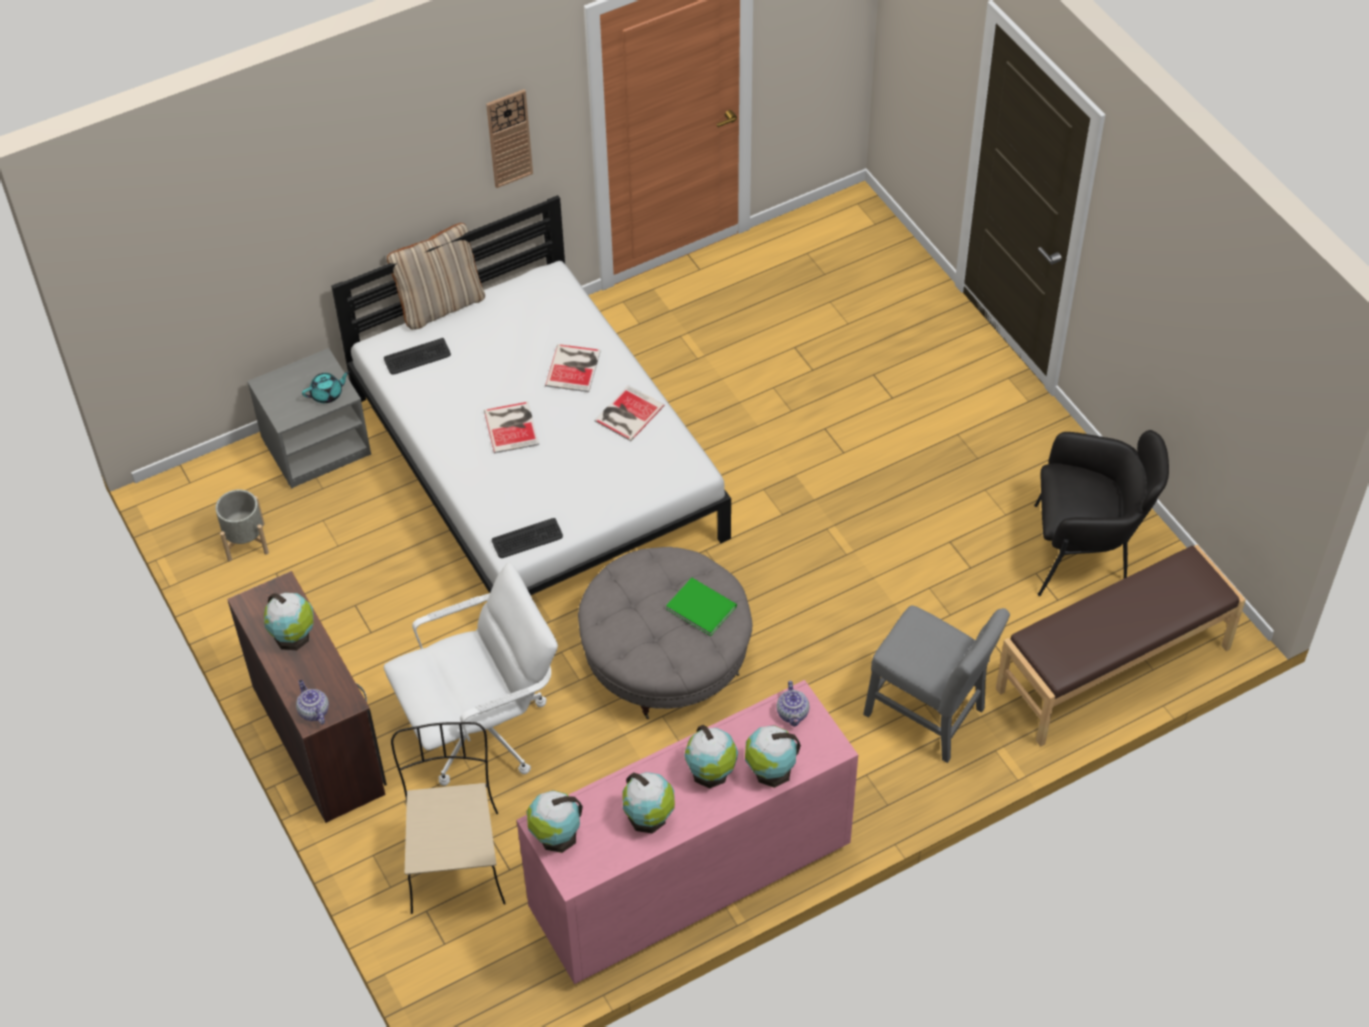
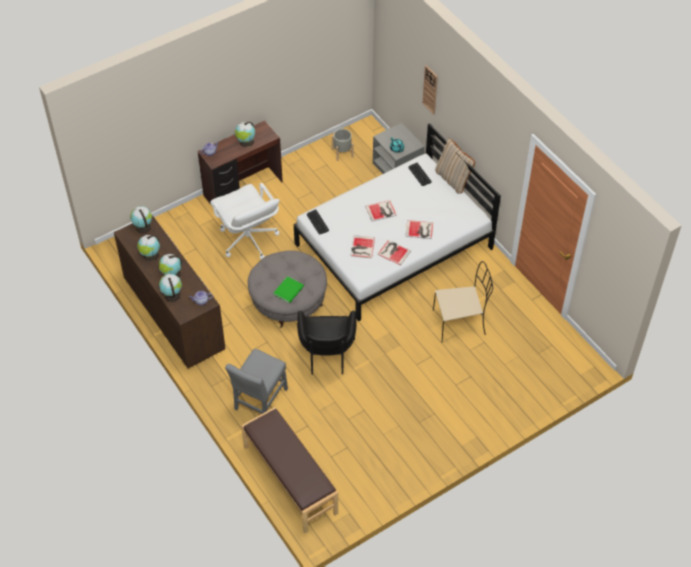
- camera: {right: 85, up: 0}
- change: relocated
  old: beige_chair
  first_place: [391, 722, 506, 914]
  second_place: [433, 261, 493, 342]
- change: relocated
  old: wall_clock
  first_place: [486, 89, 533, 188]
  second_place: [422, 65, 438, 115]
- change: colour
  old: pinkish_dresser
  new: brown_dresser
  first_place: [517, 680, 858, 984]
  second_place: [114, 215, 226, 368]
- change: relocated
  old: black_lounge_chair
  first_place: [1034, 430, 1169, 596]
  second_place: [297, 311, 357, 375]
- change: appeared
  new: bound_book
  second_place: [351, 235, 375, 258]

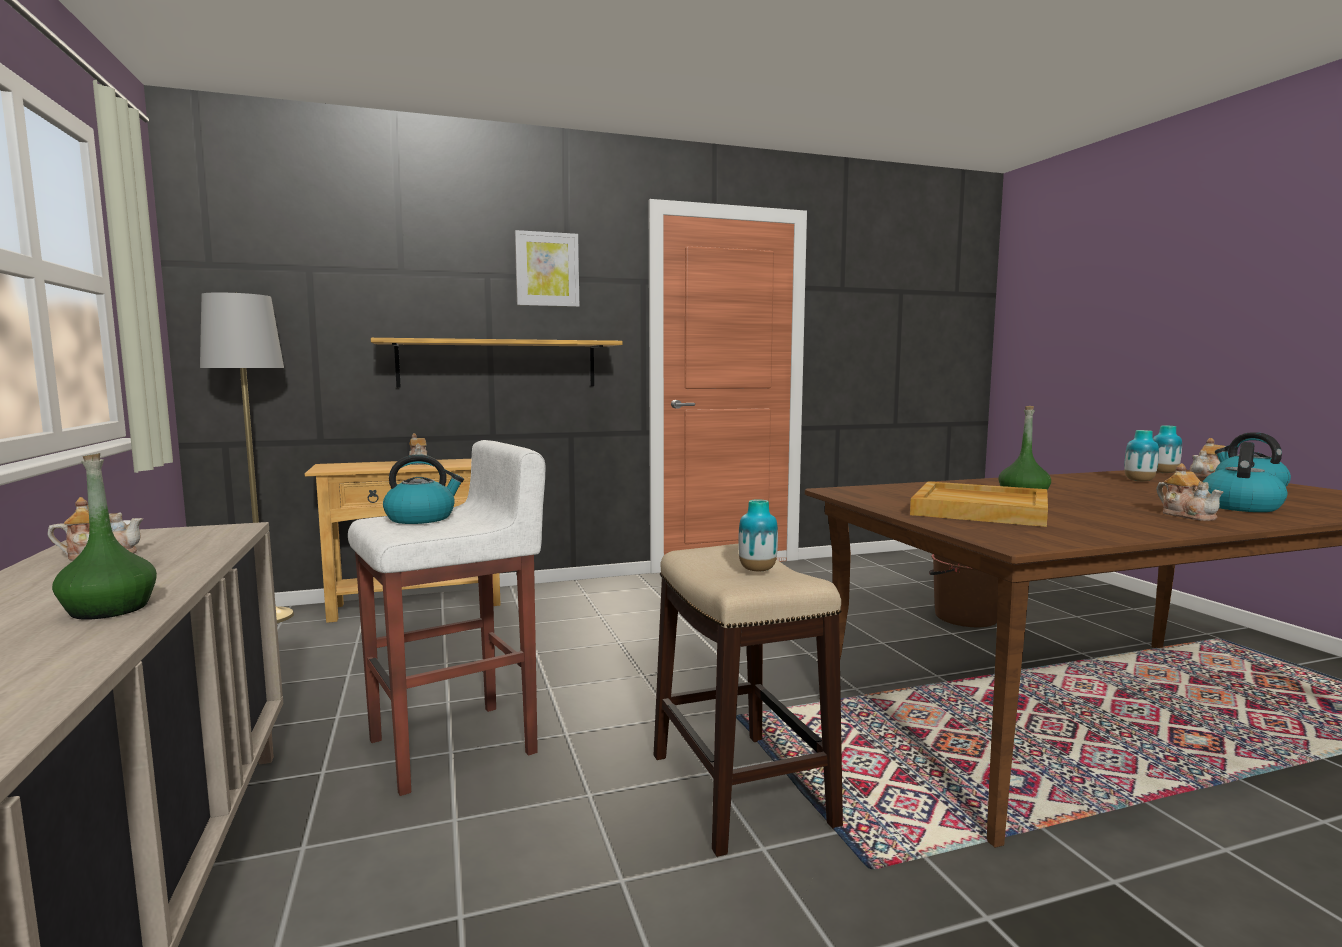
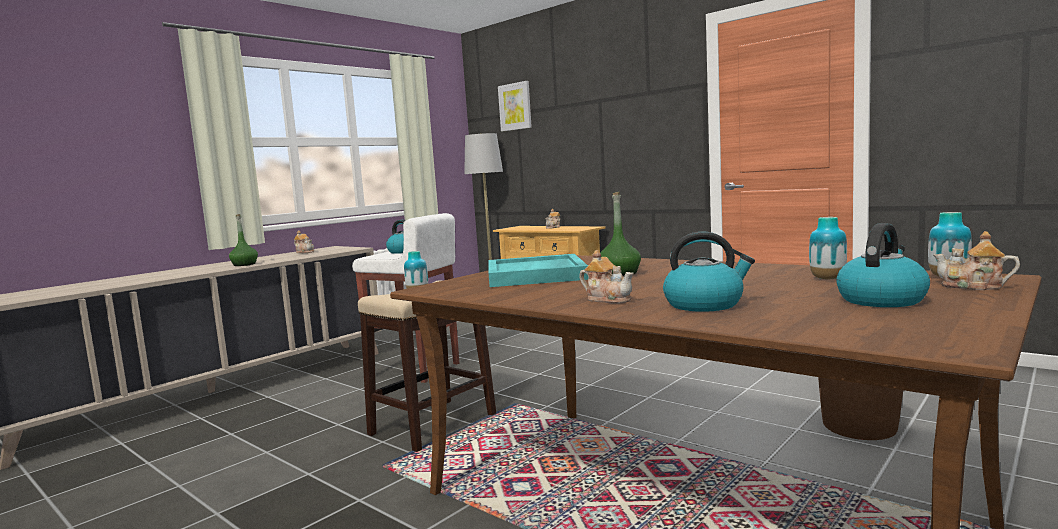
- camera: {right: 60, up: 0}
- change: missing
  old: bracket_shelf
  first_place: [371, 338, 622, 388]
- change: relocated
  old: wall_picture
  first_place: [515, 230, 579, 307]
  second_place: [498, 81, 532, 131]
- change: colour
  old: beige_serving_tray
  new: turquoise-coloured_serving_tray
  first_place: [910, 481, 1048, 527]
  second_place: [488, 254, 589, 287]
- change: spun
  old: tea_pot
  first_place: [1156, 463, 1224, 521]
  second_place: [579, 250, 634, 304]
  degrees: -90

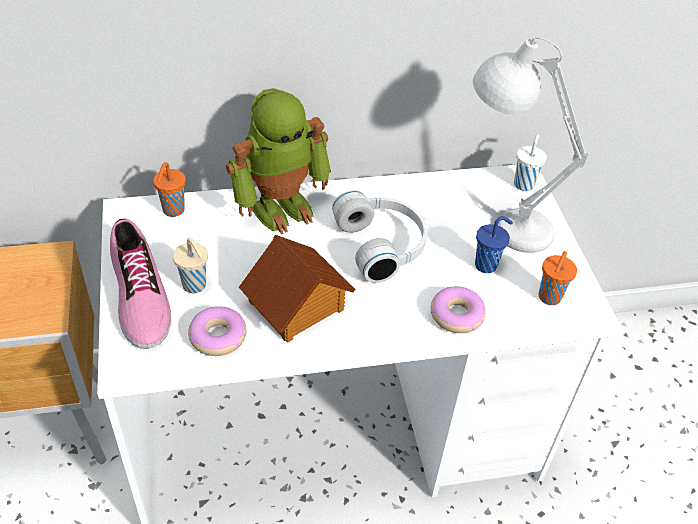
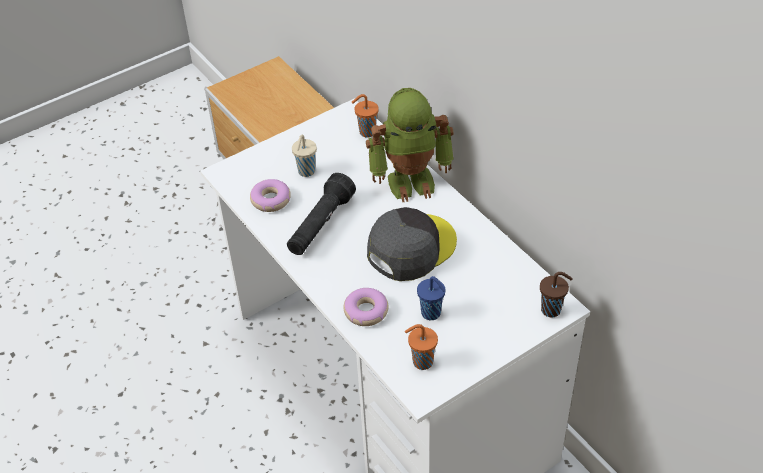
- camera: {right: 70, up: 0}
- change: missing
  old: low_shoe
  first_place: [110, 219, 171, 349]
- change: spun
  old: model_robot
  first_place: [226, 88, 331, 234]
  second_place: [366, 88, 454, 202]
  degrees: -45
- change: exchanged
  old: miniature_house
  new: black_torch
  first_place: [239, 234, 356, 343]
  second_place: [287, 173, 356, 255]
- change: exchanged
  old: white_pair_of_headphones
  new: greyish_cap
  first_place: [332, 190, 427, 283]
  second_place: [367, 207, 457, 281]
- change: missing
  old: white_lamp_for_a_table
  first_place: [473, 37, 588, 253]
- change: colour
  old: white_small_cup
  new: brown_small_cup
  first_place: [514, 134, 547, 191]
  second_place: [540, 272, 573, 317]

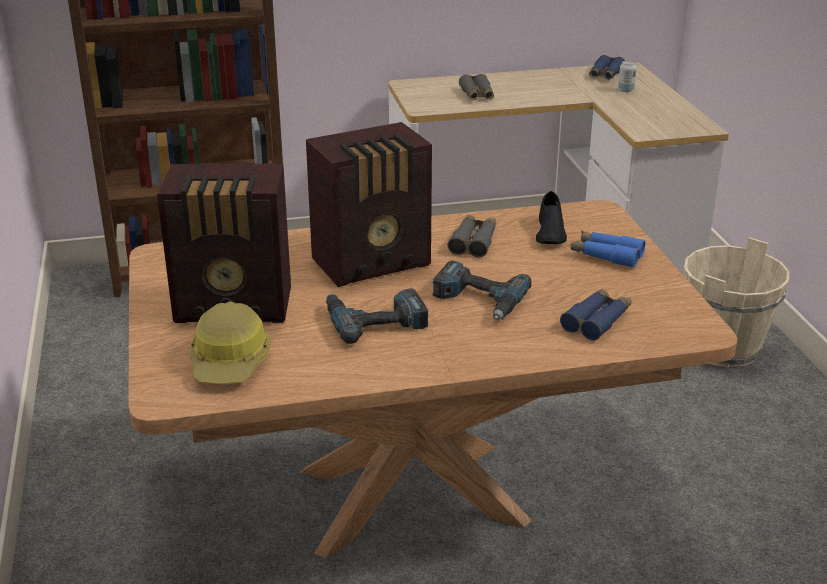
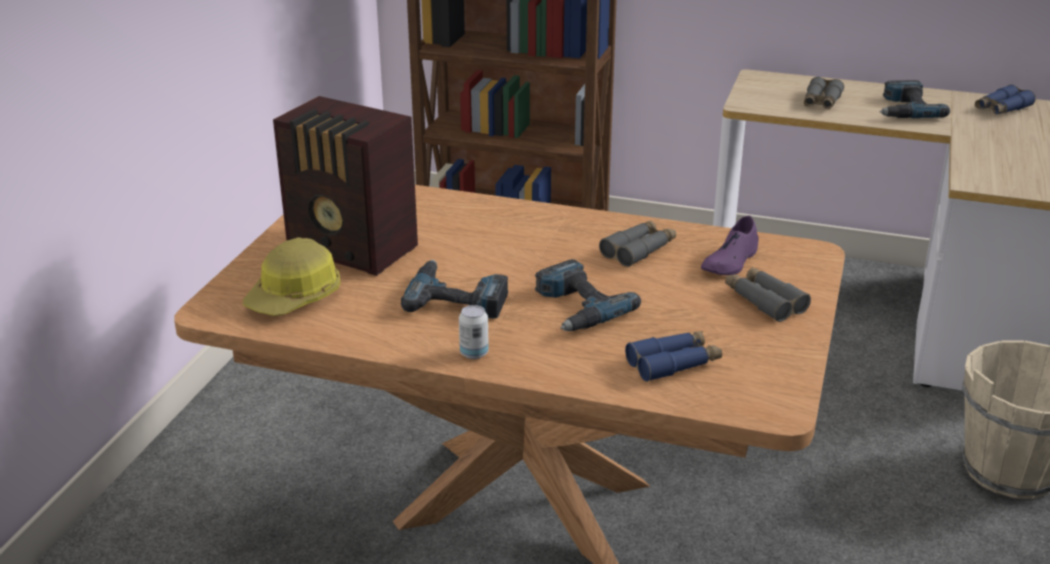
- camera: {right: 30, up: 0}
- change: missing
  old: radio_set
  first_place: [306, 122, 432, 287]
- change: colour
  old: black_low_shoe
  new: purplish_low_shoe
  first_place: [536, 191, 567, 244]
  second_place: [701, 215, 759, 275]
- change: colour
  old: bluish_binoculars
  new: greyish_binoculars
  first_place: [571, 231, 645, 268]
  second_place: [725, 267, 811, 322]
- change: relocated
  old: can
  first_place: [618, 61, 637, 92]
  second_place: [459, 305, 489, 359]
- change: appeared
  new: electric_drill
  second_place: [879, 80, 950, 118]

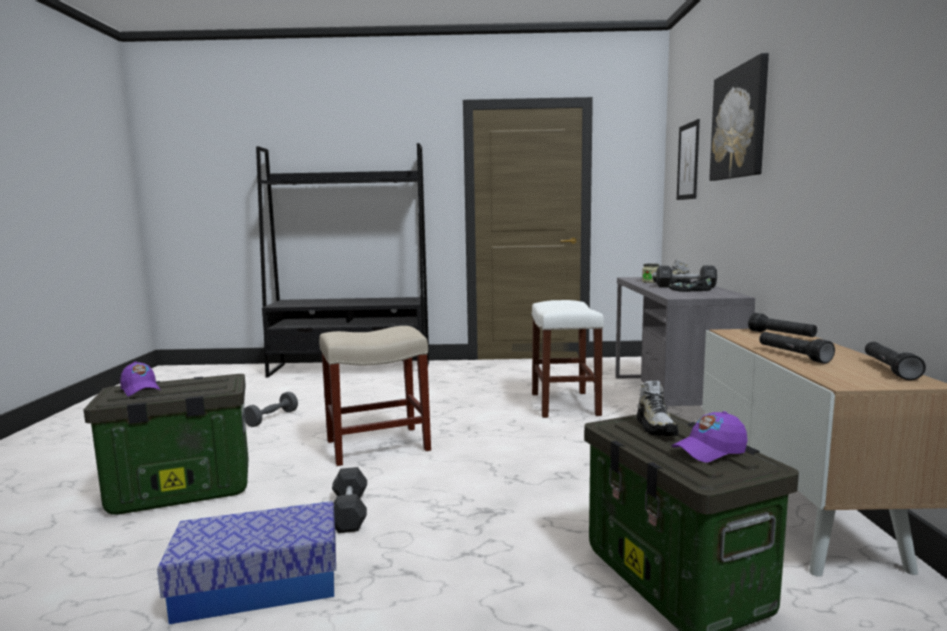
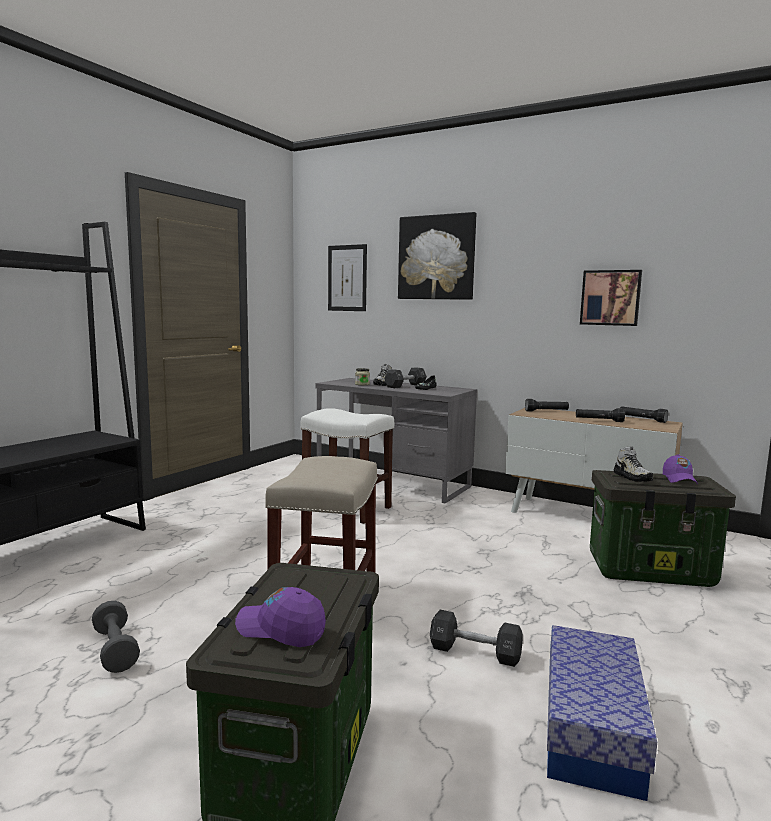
- camera: {right: -60, up: 0}
- change: spun
  old: purplish_cap
  first_place: [120, 362, 161, 396]
  second_place: [235, 587, 326, 647]
  degrees: -150
- change: spun
  old: low_shoe
  first_place: [637, 381, 679, 436]
  second_place: [613, 446, 653, 482]
  degrees: 45
- change: appeared
  new: wall_picture
  second_place: [580, 270, 642, 326]

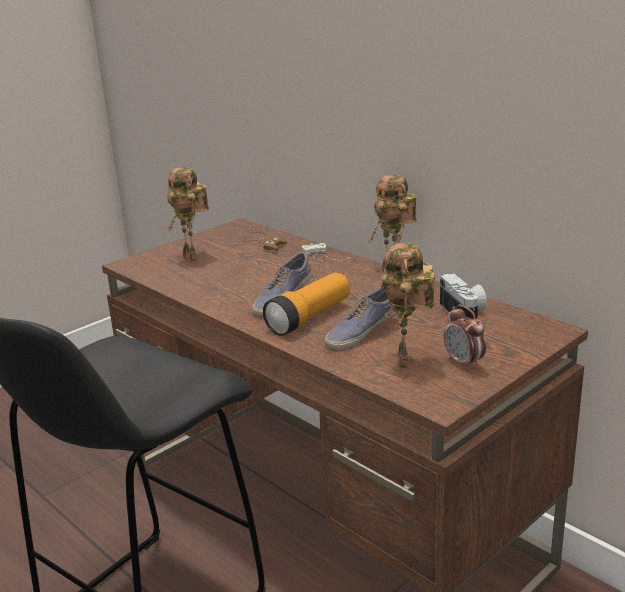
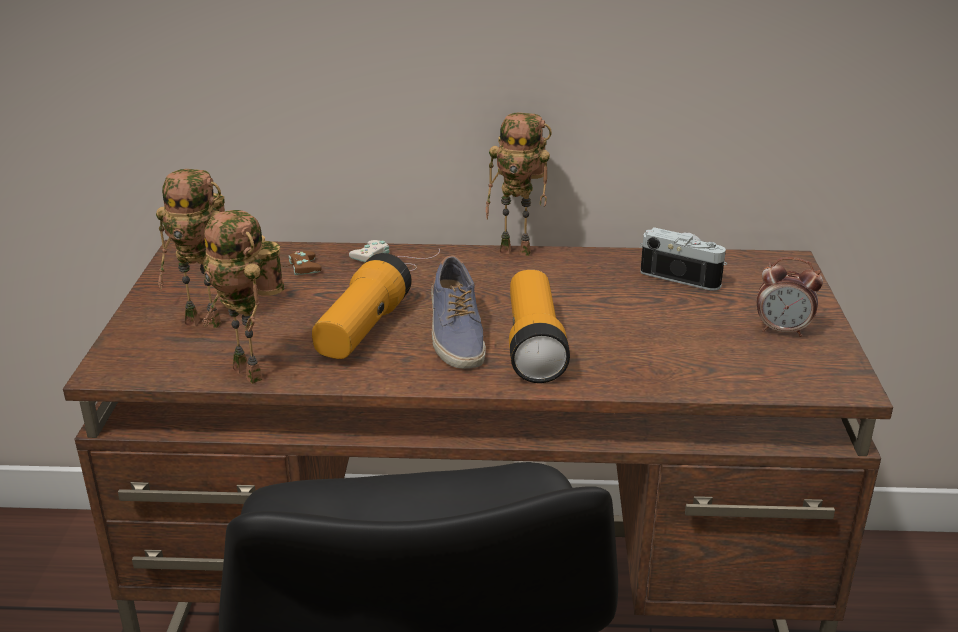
- camera: {right: -45, up: 5}
- change: missing
  old: low_shoe
  first_place: [324, 287, 397, 350]
- change: relocated
  old: model_robot
  first_place: [380, 243, 435, 368]
  second_place: [202, 210, 284, 384]
- change: appeared
  new: torch
  second_place: [312, 253, 412, 359]

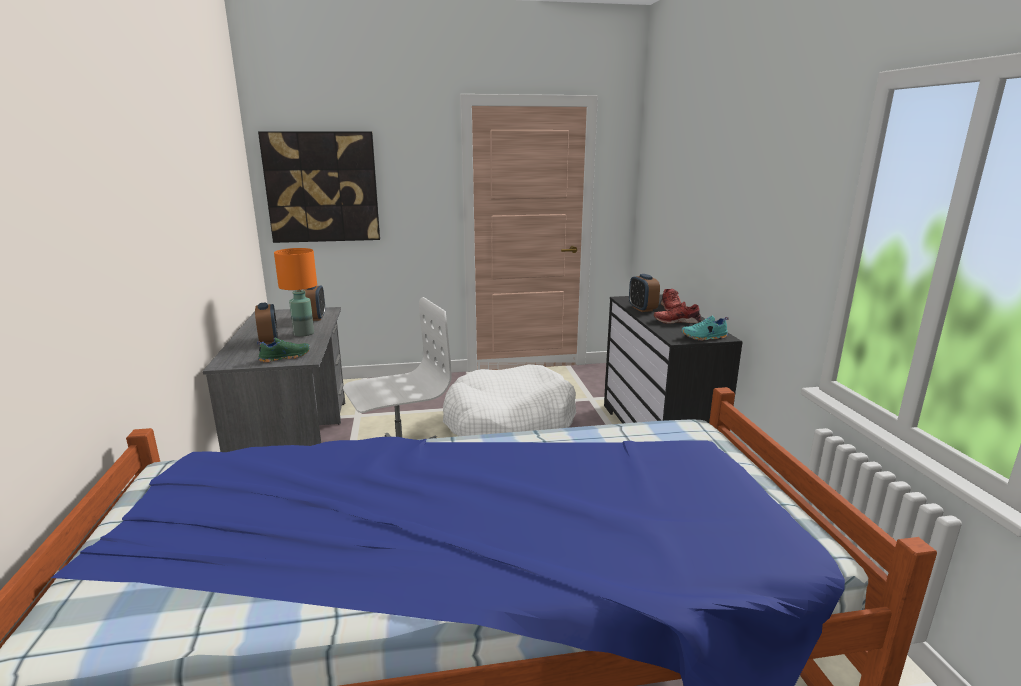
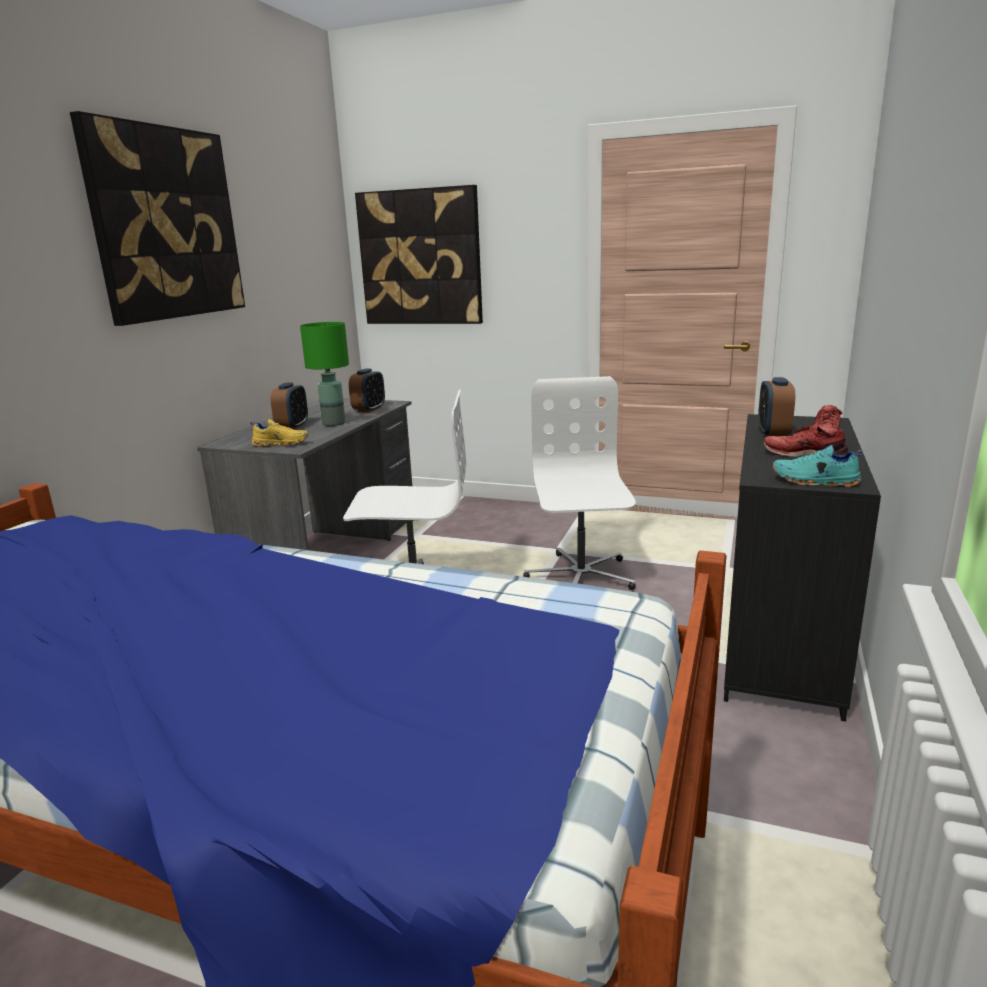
- camera: {right: 30, up: 0}
- change: colour
  old: greenish_low_shoe
  new: yellow-coloured_low_shoe
  first_place: [257, 337, 310, 363]
  second_place: [250, 419, 308, 447]
- change: colour
  old: orange-coloured_lamp_for_a_table
  new: greenish_lamp_for_a_table
  first_place: [274, 248, 317, 337]
  second_place: [300, 322, 349, 426]
- change: exchanged
  old: white_dog_bed
  new: white_desk_chair
  first_place: [443, 365, 576, 436]
  second_place: [523, 376, 636, 590]
- change: appeared
  new: wall_picture
  second_place: [70, 111, 245, 326]

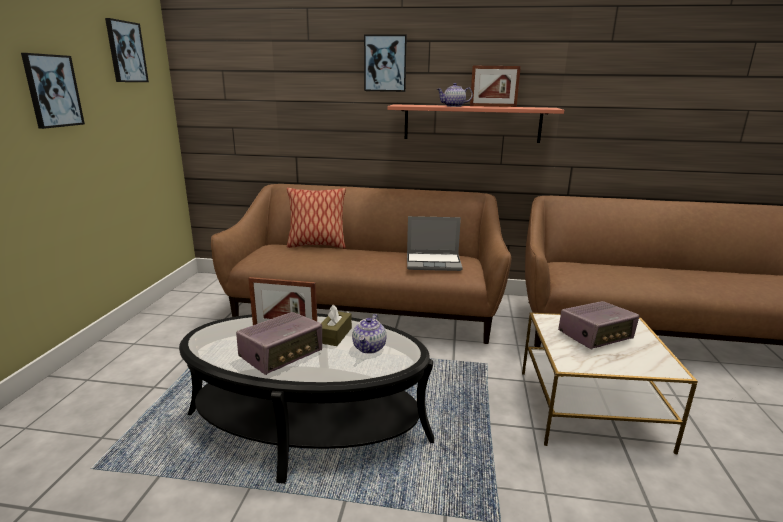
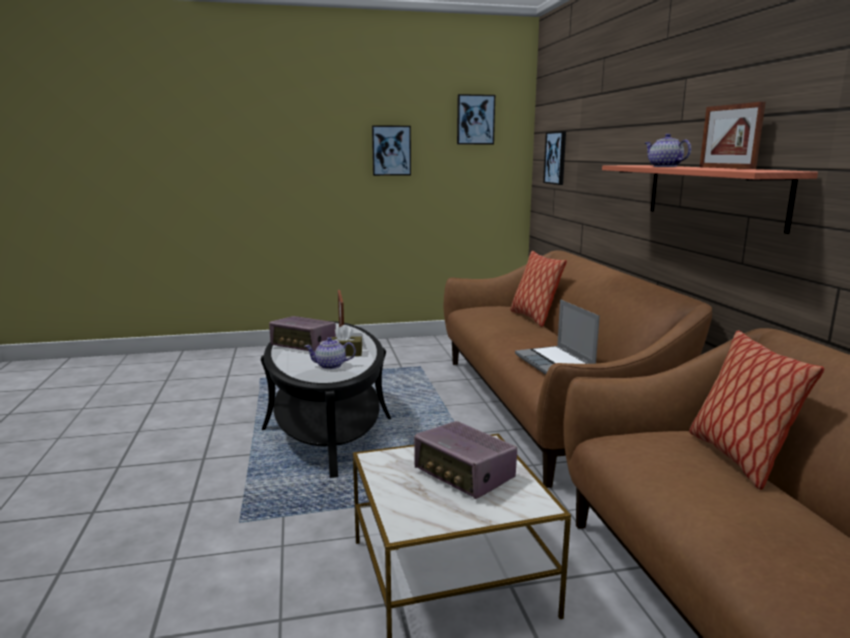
- camera: {right: 70, up: -5}
- change: relocated
  old: wall_picture
  first_place: [364, 35, 407, 92]
  second_place: [543, 131, 566, 185]
- change: appeared
  new: pillow
  second_place: [689, 330, 824, 490]

